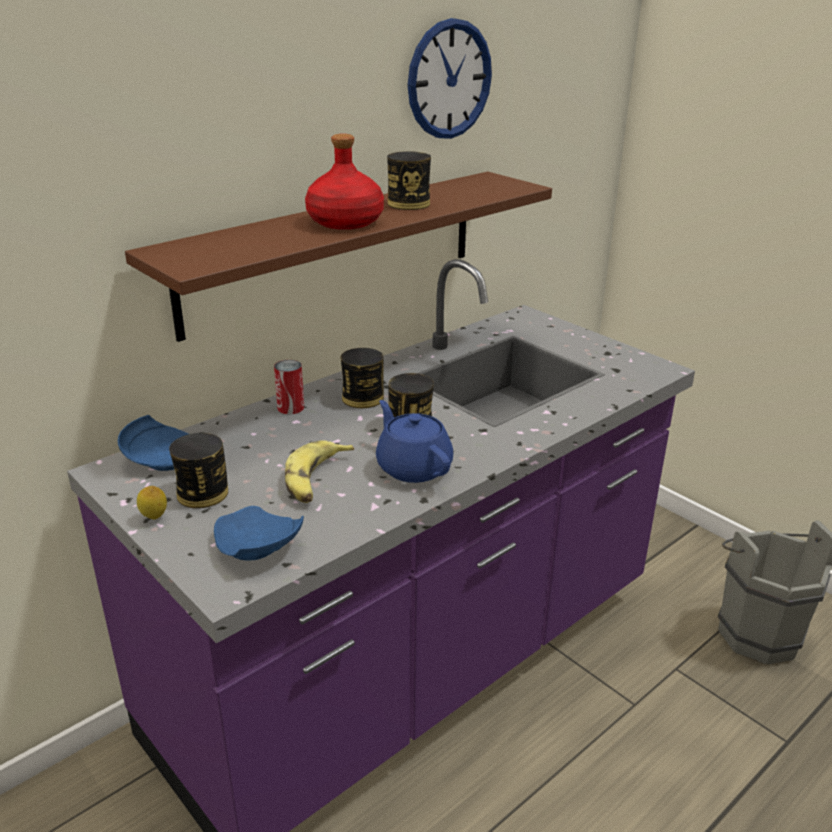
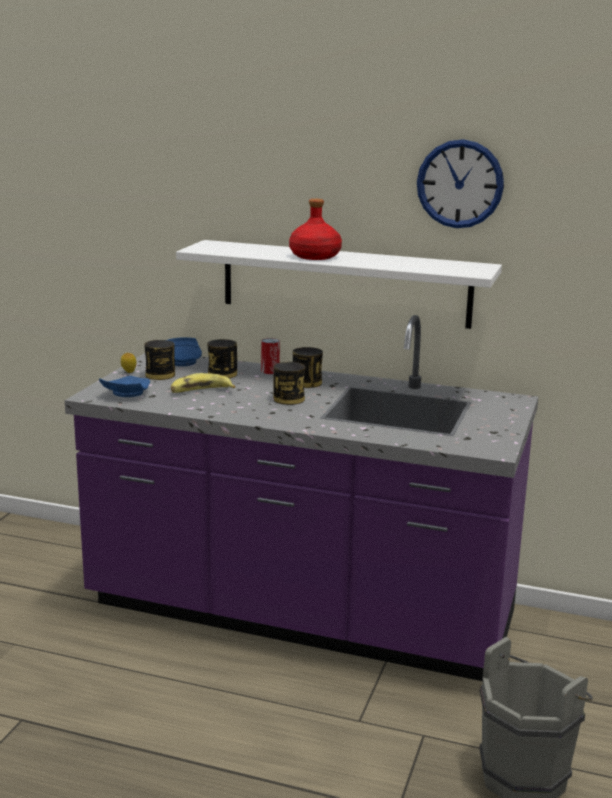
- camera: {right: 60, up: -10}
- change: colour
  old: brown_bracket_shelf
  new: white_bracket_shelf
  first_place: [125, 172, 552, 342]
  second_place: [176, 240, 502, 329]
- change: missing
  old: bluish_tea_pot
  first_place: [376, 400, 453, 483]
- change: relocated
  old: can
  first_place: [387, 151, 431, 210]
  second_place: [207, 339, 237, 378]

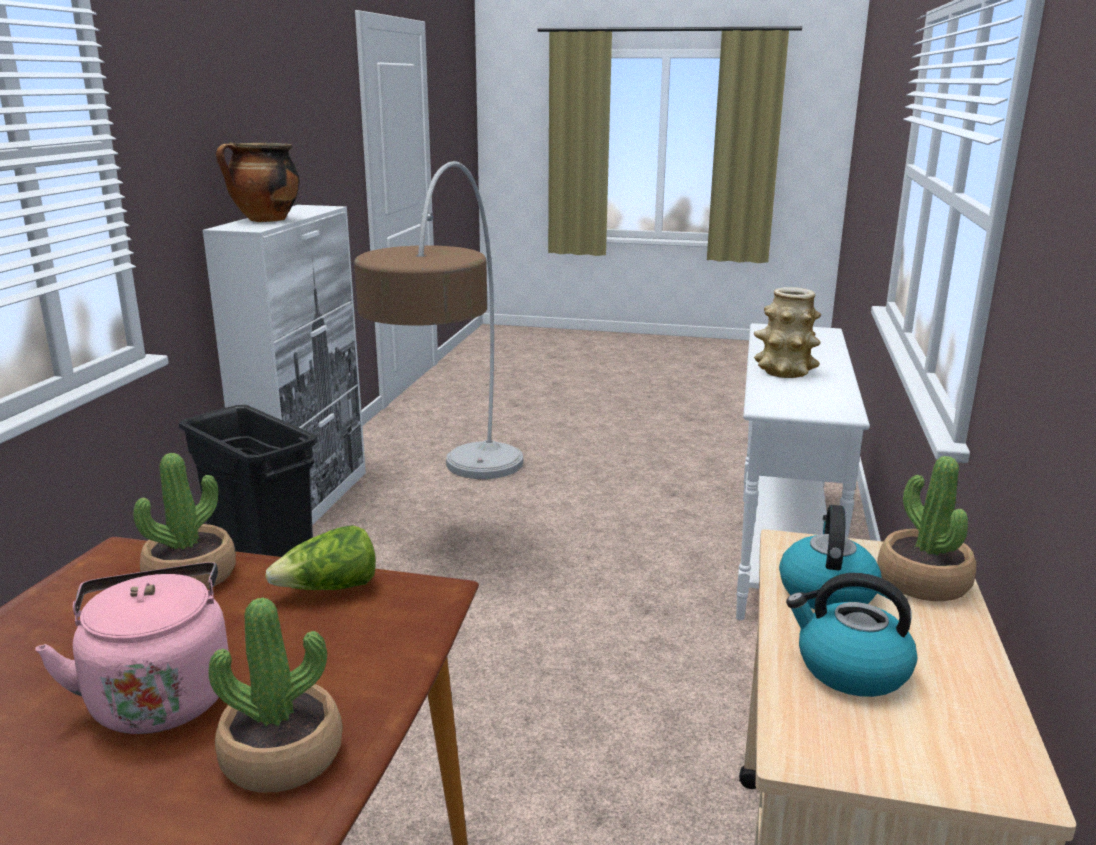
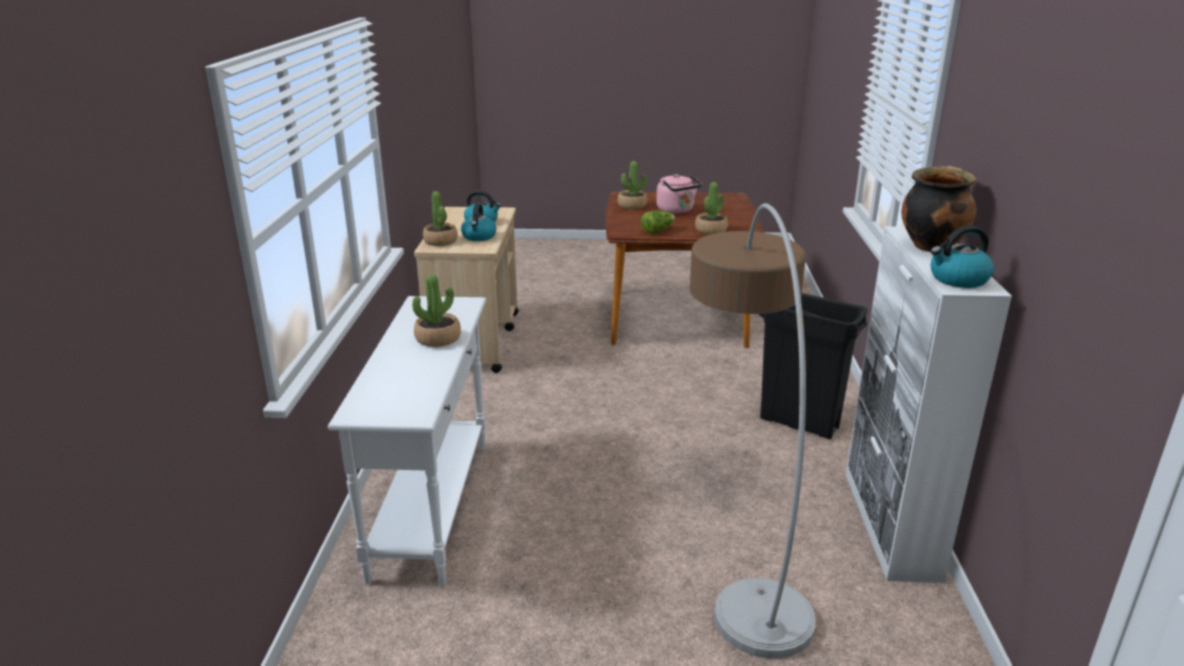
- camera: {right: 170, up: 5}
- change: exchanged
  old: vase
  new: potted_plant
  first_place: [754, 287, 821, 378]
  second_place: [412, 274, 461, 347]
- change: appeared
  new: kettle
  second_place: [931, 226, 994, 288]

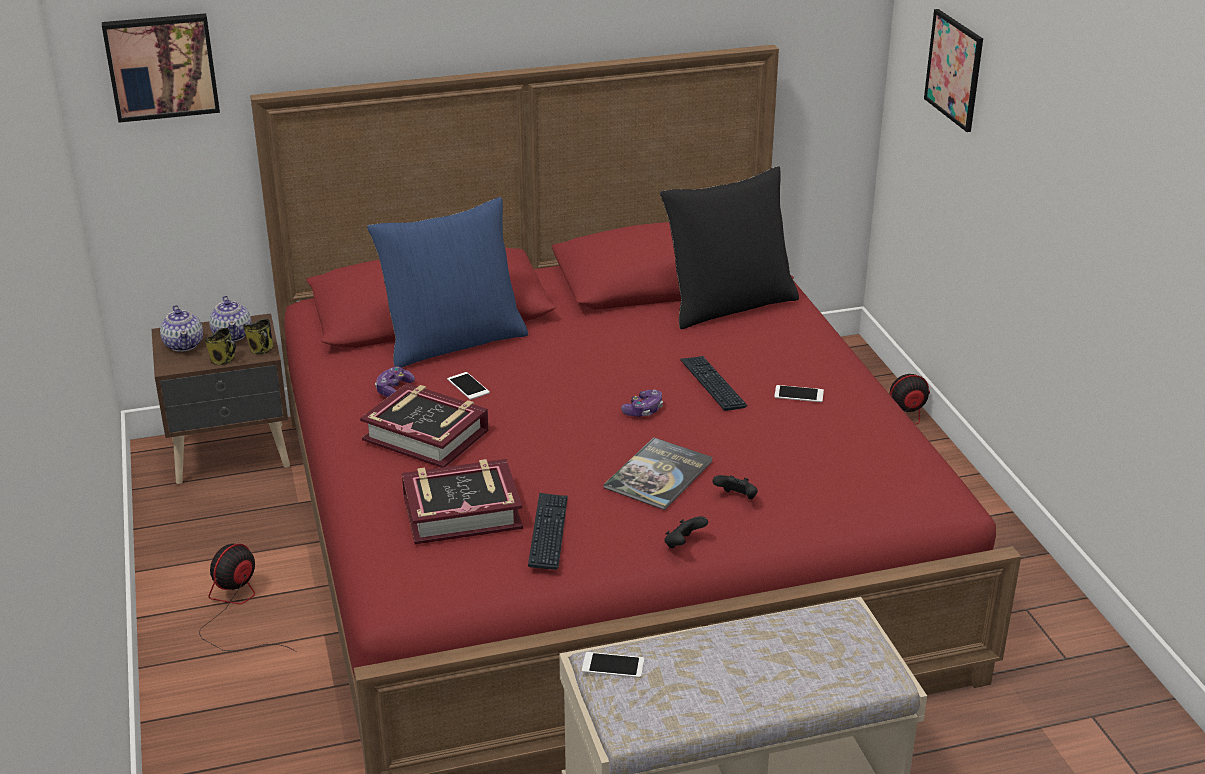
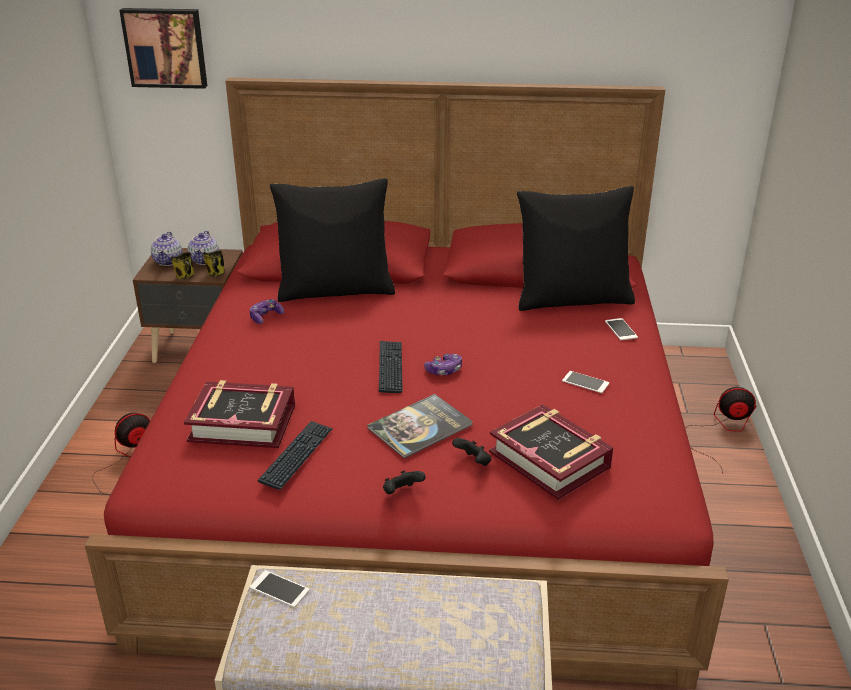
- camera: {right: 20, up: 0}
- change: relocated
  old: bound_book
  first_place: [360, 383, 489, 468]
  second_place: [489, 404, 613, 500]
- change: colour
  old: bluish_pillow
  new: black_pillow
  first_place: [367, 197, 528, 368]
  second_place: [269, 178, 395, 302]
- change: relocated
  old: telephone
  first_place: [447, 372, 490, 400]
  second_place: [605, 318, 638, 340]
- change: relocated
  old: computer_keyboard
  first_place: [680, 356, 747, 411]
  second_place: [379, 341, 403, 393]
- change: missing
  old: wall_picture
  first_place: [924, 9, 983, 132]

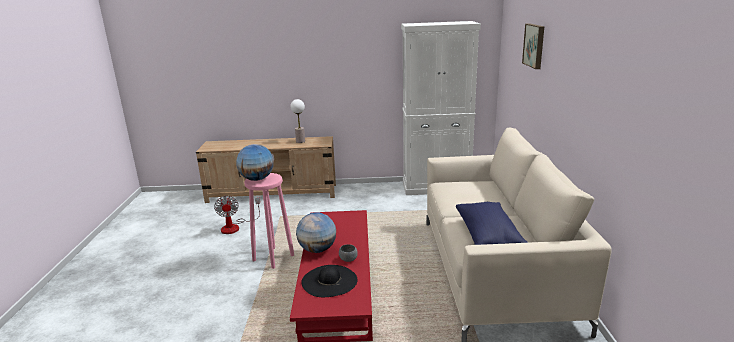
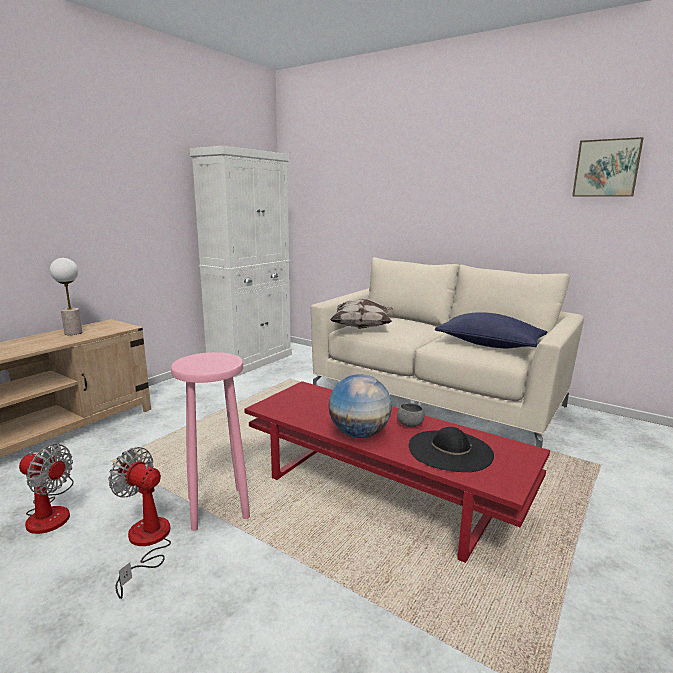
- camera: {right: -55, up: -5}
- change: missing
  old: desk_globe
  first_place: [236, 144, 274, 181]
- change: relocated
  old: wall_picture
  first_place: [522, 23, 544, 69]
  second_place: [572, 137, 643, 197]
- change: appeared
  new: cooling_fan
  second_place: [109, 447, 171, 599]
- change: appeared
  new: pillow
  second_place: [330, 299, 393, 329]

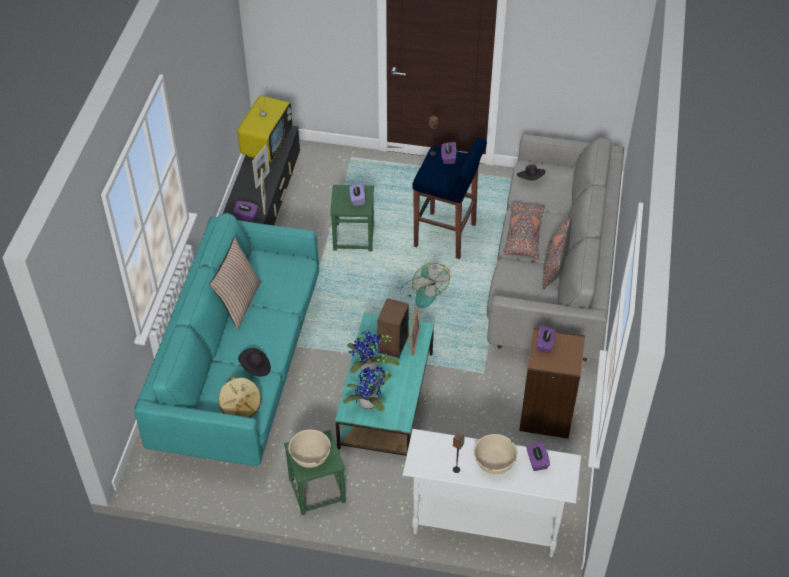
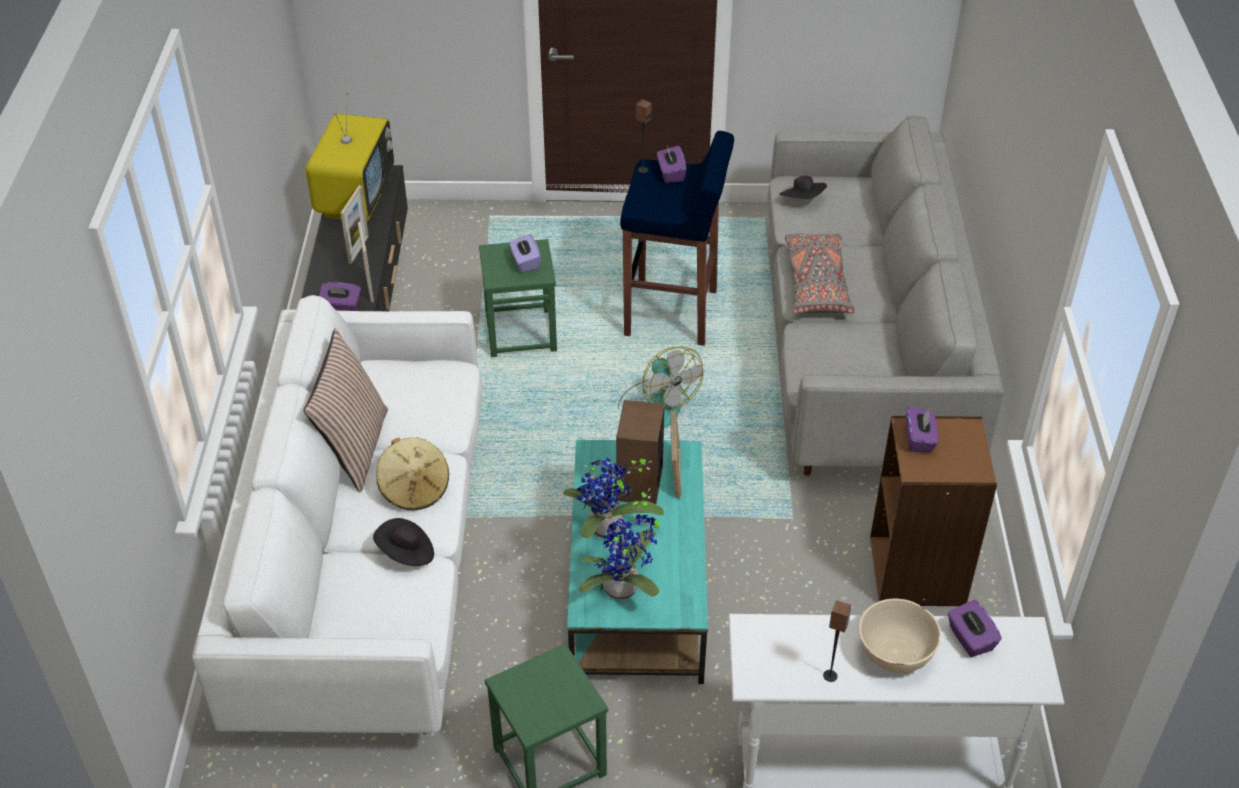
- camera: {right: -10, up: -5}
- change: colour
  old: turquoise-coloured_sofa
  new: white_sofa
  first_place: [134, 213, 319, 466]
  second_place: [192, 295, 482, 734]
- change: relocated
  old: beige_hat
  first_place: [218, 376, 261, 418]
  second_place: [377, 437, 449, 510]
- change: missing
  old: beige_deep_dish
  first_place: [288, 429, 331, 468]
- change: missing
  old: greyish_pillow
  first_place: [542, 217, 572, 290]

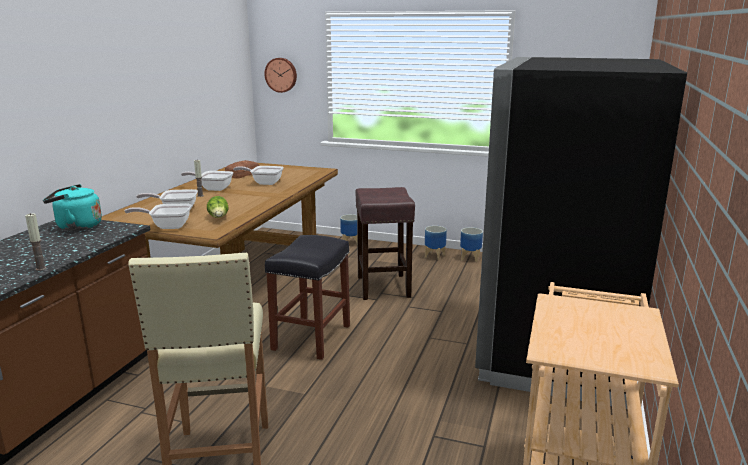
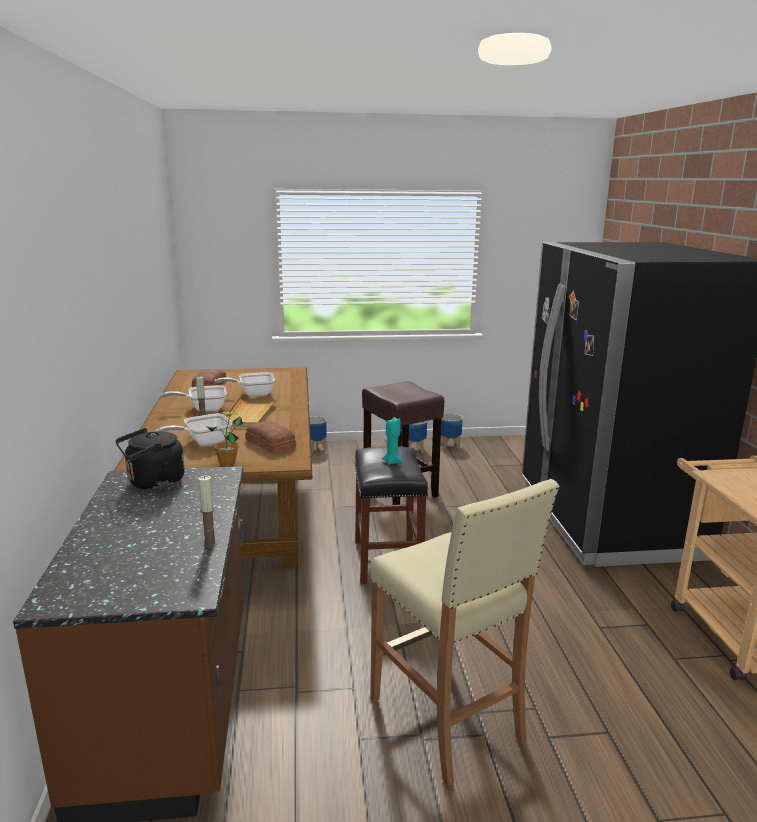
- camera: {right: -25, up: 0}
- change: colour
  old: turquoise-coloured_kettle
  new: black_kettle
  first_place: [43, 184, 102, 231]
  second_place: [115, 428, 185, 490]
- change: exchanged
  old: skillet
  new: potted_plant
  first_place: [124, 204, 191, 229]
  second_place: [206, 412, 243, 467]
- change: exchanged
  old: lettuce_head
  new: baked_bread
  first_place: [207, 196, 229, 218]
  second_place: [245, 421, 296, 454]
- change: missing
  old: wall_clock
  first_place: [265, 58, 297, 93]
- change: appeared
  new: beige_serving_tray
  second_place: [226, 397, 277, 427]
- change: appeared
  new: turquoise-coloured_wax_light
  second_place: [382, 417, 403, 465]

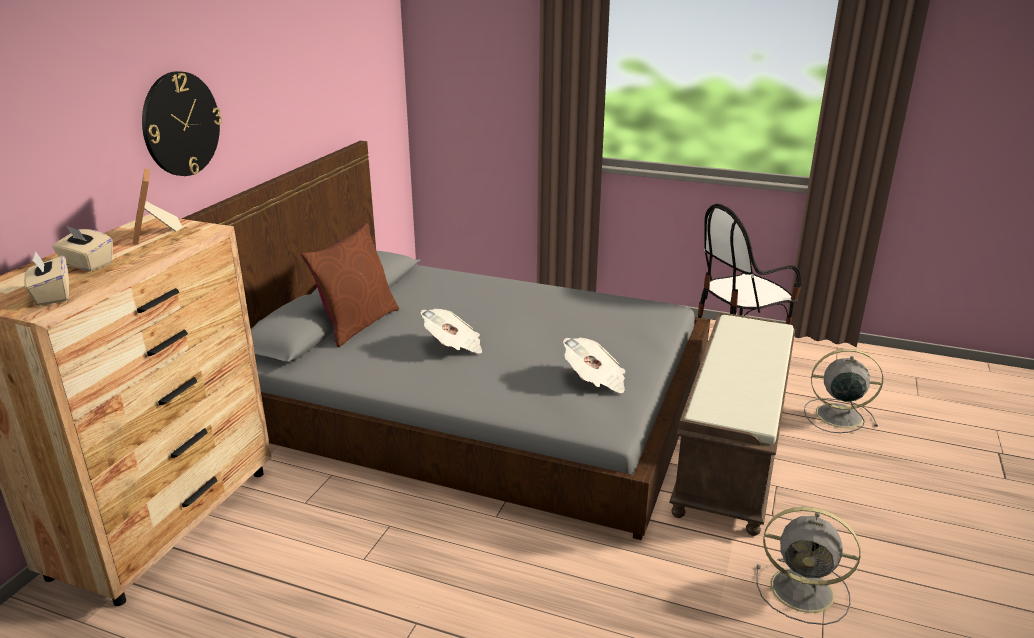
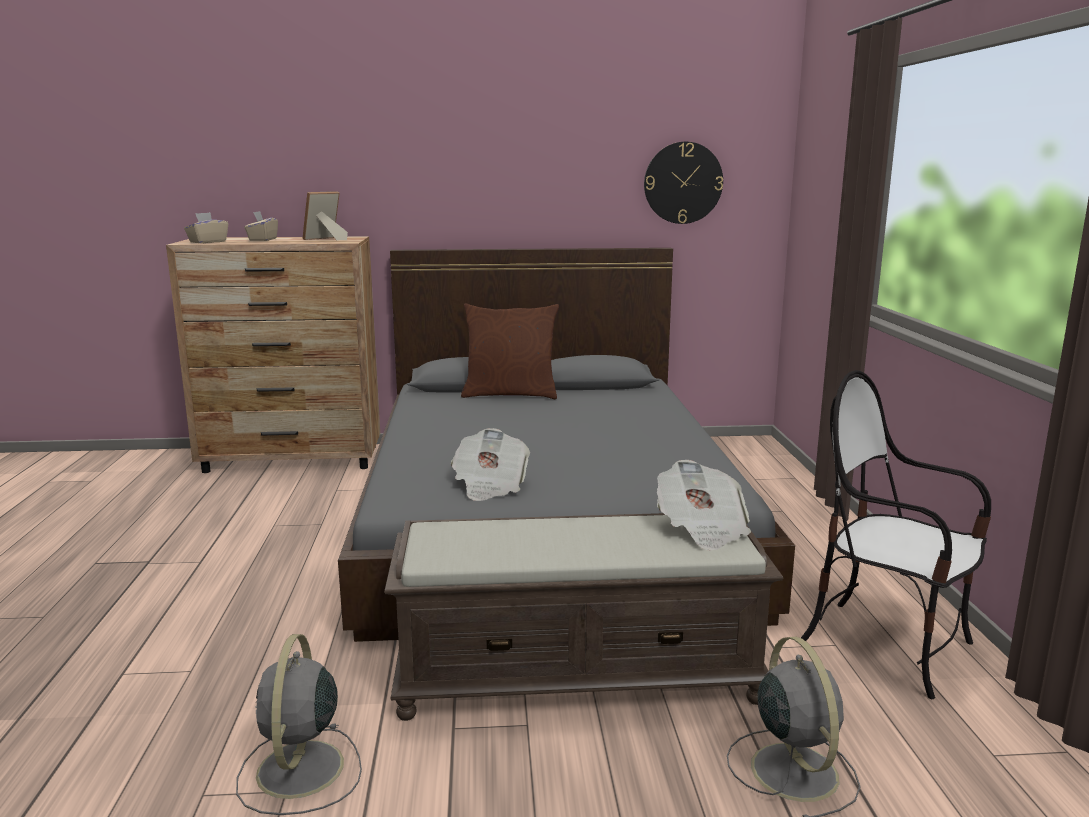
- camera: {right: 65, up: -10}
- change: relocated
  old: wall_clock
  first_place: [142, 71, 222, 176]
  second_place: [644, 142, 723, 224]
- change: relocated
  old: printed_paper
  first_place: [421, 309, 482, 354]
  second_place: [657, 460, 751, 551]

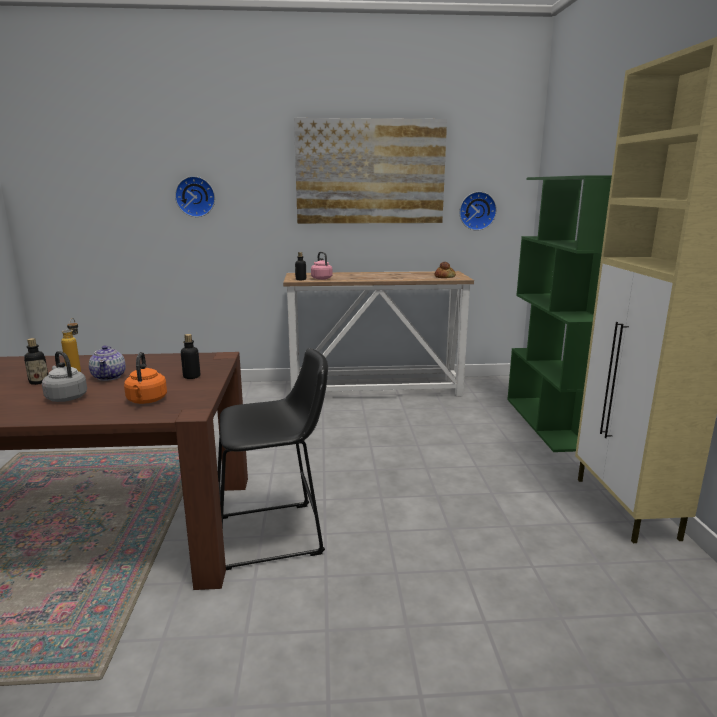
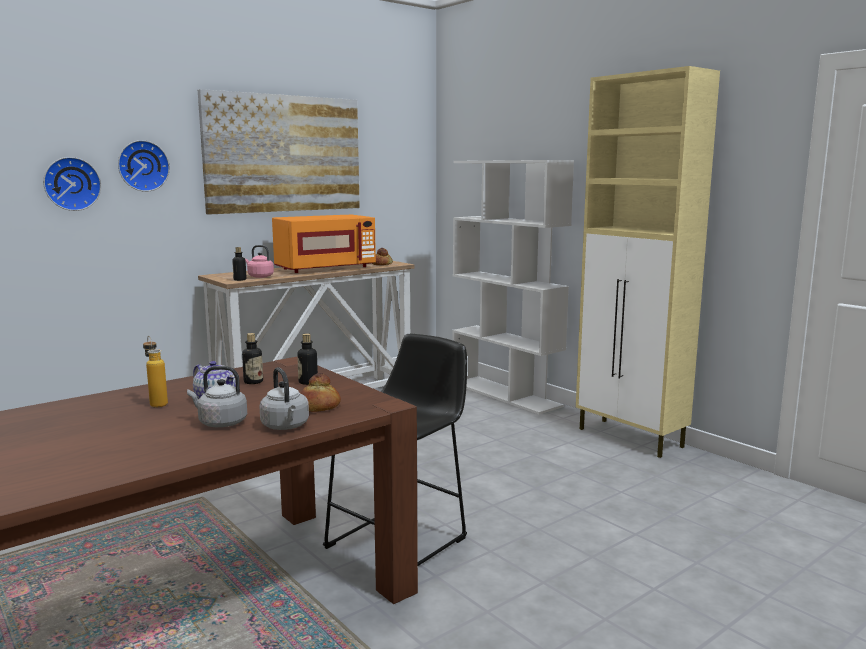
- camera: {right: -35, up: -5}
- change: relocated
  old: bottle
  first_place: [24, 338, 48, 385]
  second_place: [242, 333, 263, 384]
- change: exchanged
  old: orange-coloured_kettle
  new: baked_bread
  first_place: [124, 352, 167, 404]
  second_place: [301, 373, 341, 412]
- change: relocated
  old: wall_clock
  first_place: [459, 192, 497, 231]
  second_place: [118, 140, 170, 192]
- change: colour
  old: greenish_bookcase
  new: white_bookcase
  first_place: [507, 175, 612, 452]
  second_place: [453, 160, 574, 415]
- change: appeared
  new: greyish_kettle
  second_place: [259, 367, 309, 430]
- change: appeared
  new: orange-coloured_kitchen_microwave
  second_place: [272, 215, 376, 273]

